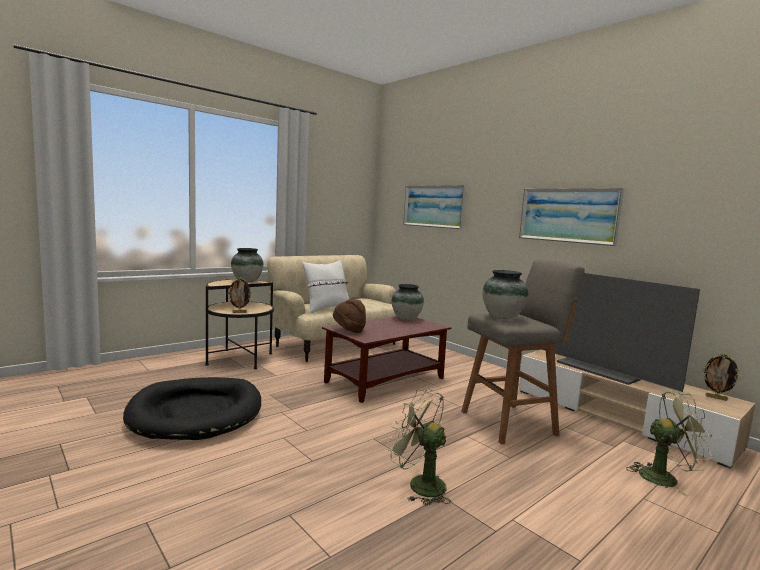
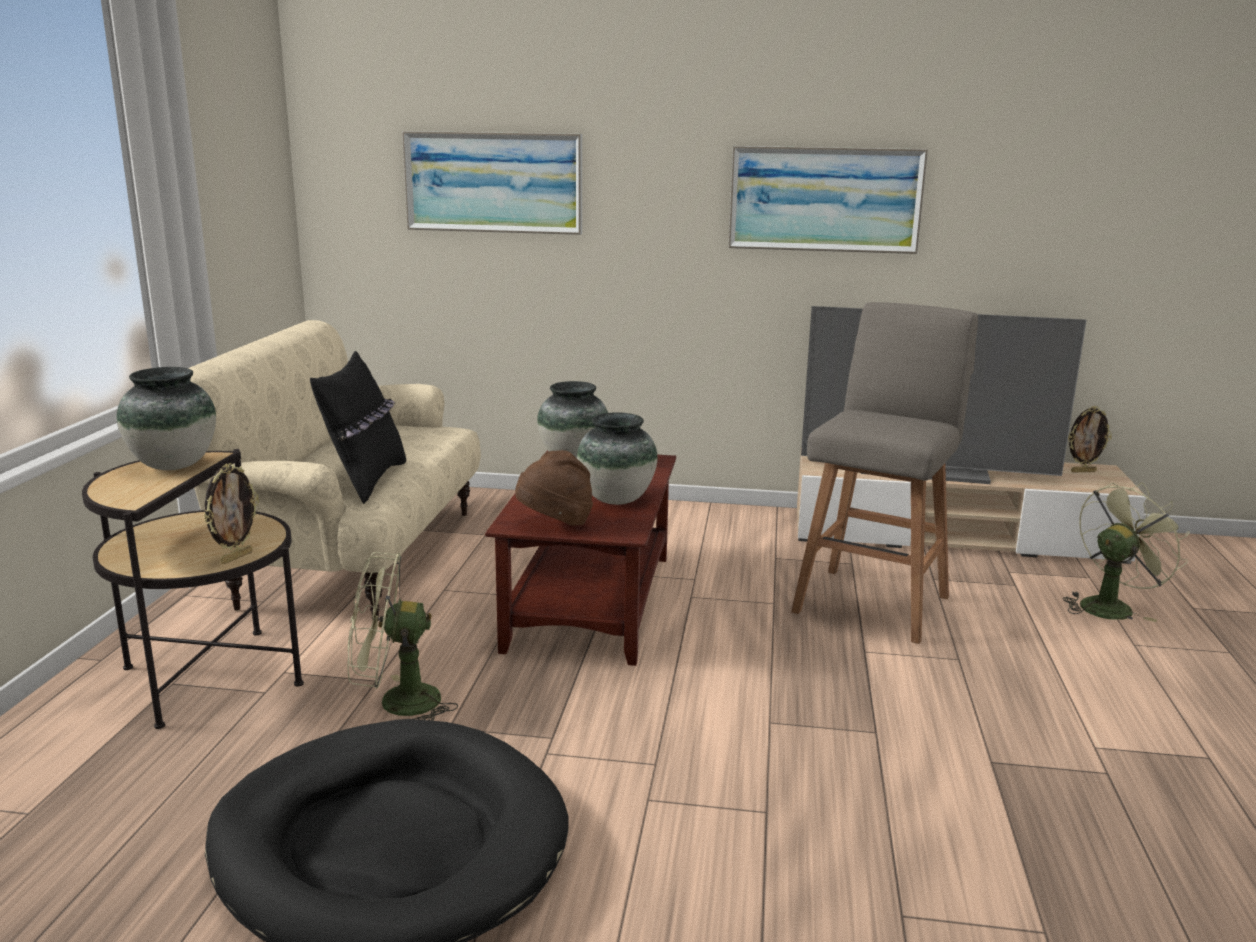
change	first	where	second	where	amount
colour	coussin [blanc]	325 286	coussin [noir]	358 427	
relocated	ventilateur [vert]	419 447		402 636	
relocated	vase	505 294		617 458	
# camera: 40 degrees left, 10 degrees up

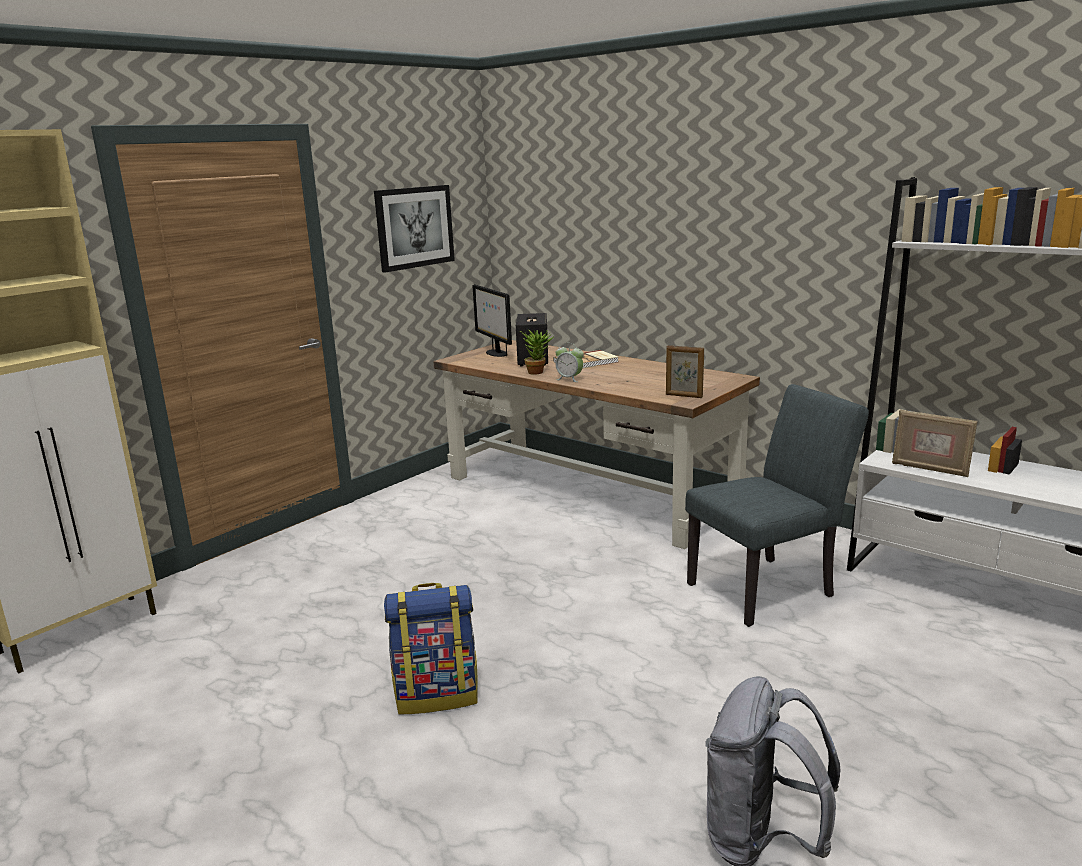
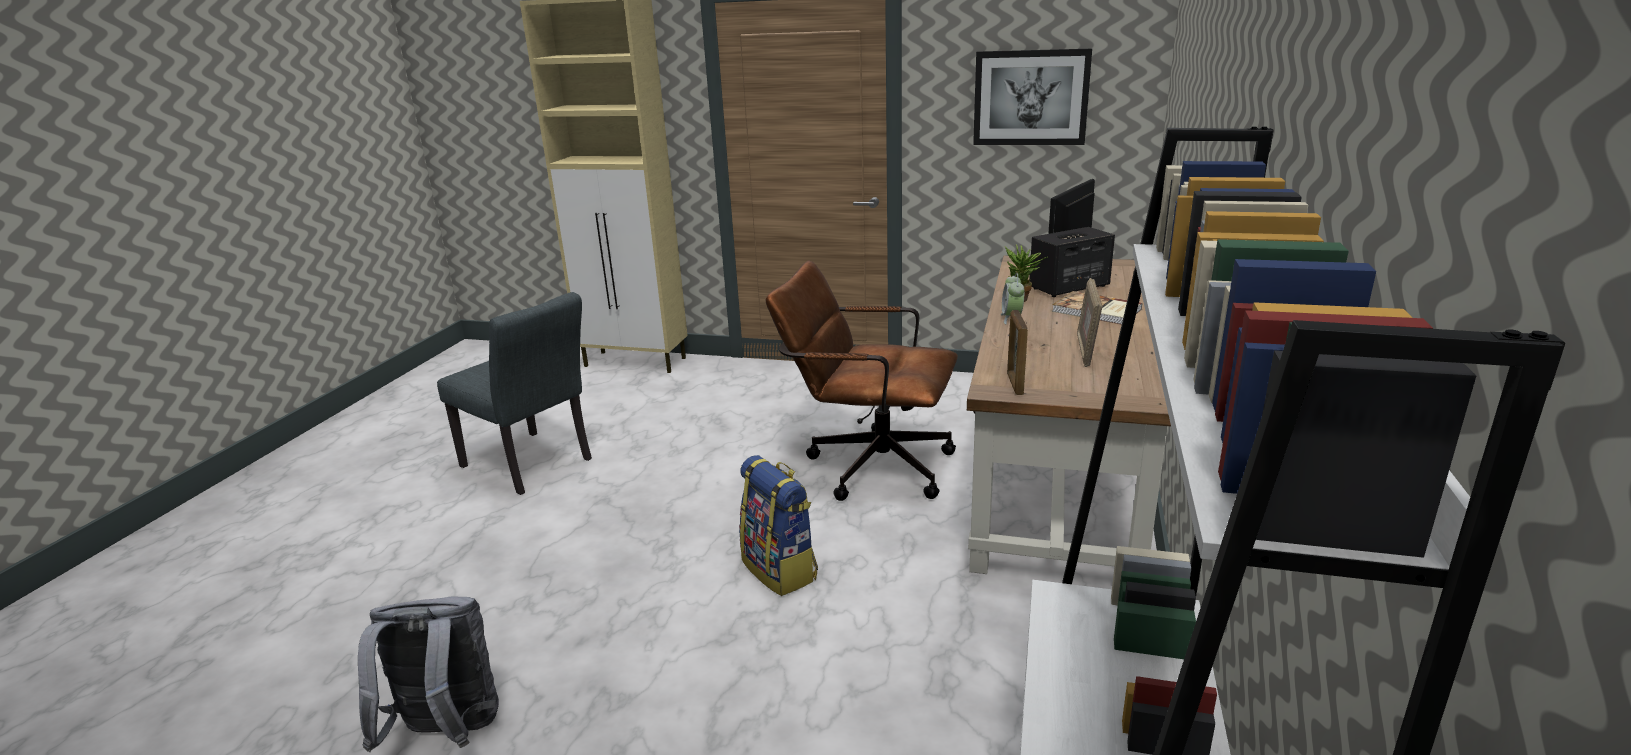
change	first	where	second	where	amount
relocated	sac à dos	431 648		778 525	
relocated	chaise [gris]	777 505		514 393	
relocated	cadre photo	935 443		1090 322	
appeared			chaise de bureau [marron]	862 380	
# camera: 65 degrees right, 5 degrees up

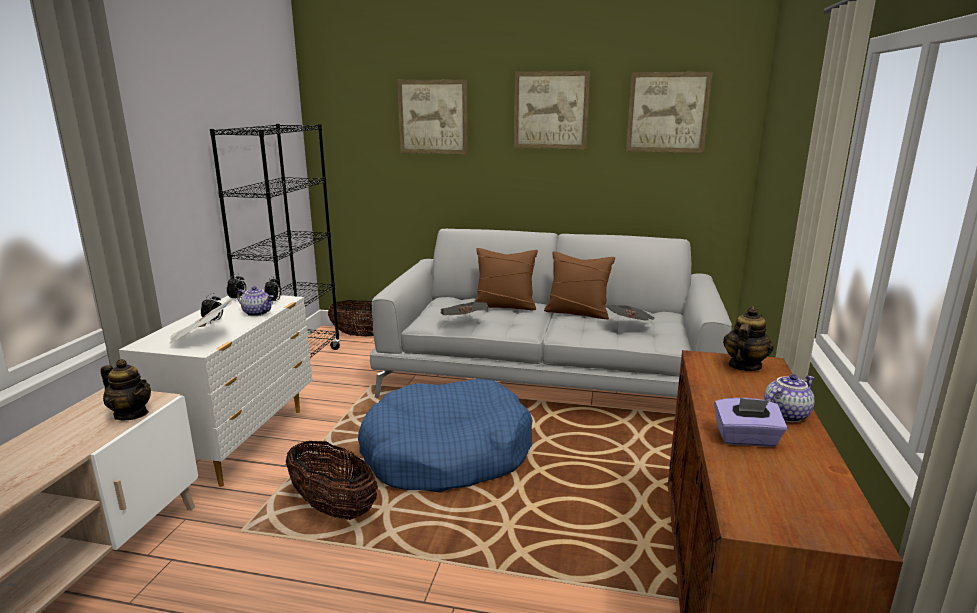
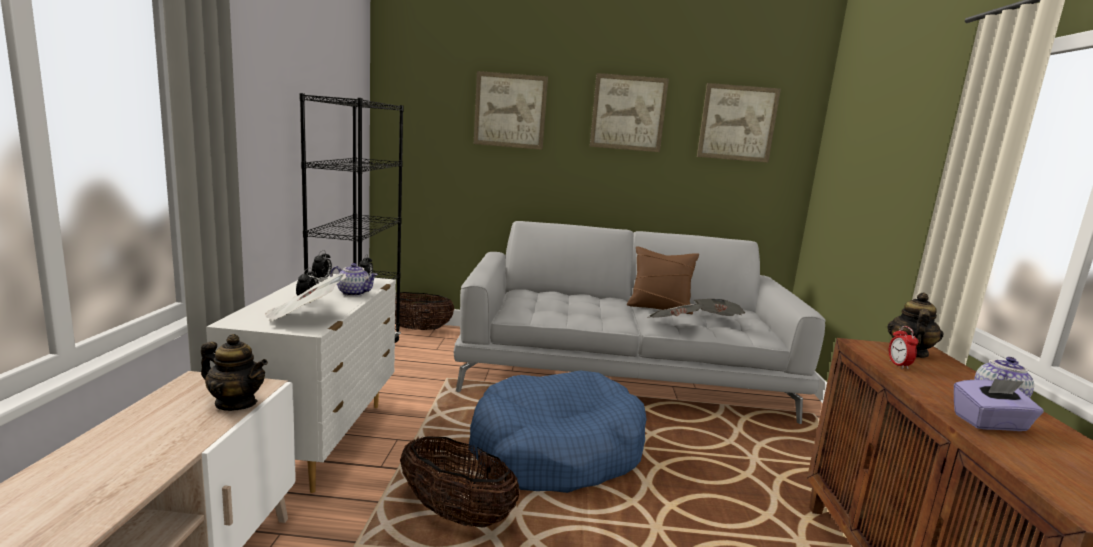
change	first	where	second	where	amount
relocated	journal	465 308		676 311	
missing	coussin [marron]	506 279			
appeared			réveil	903 347	
# camera: 10 degrees left, 5 degrees down

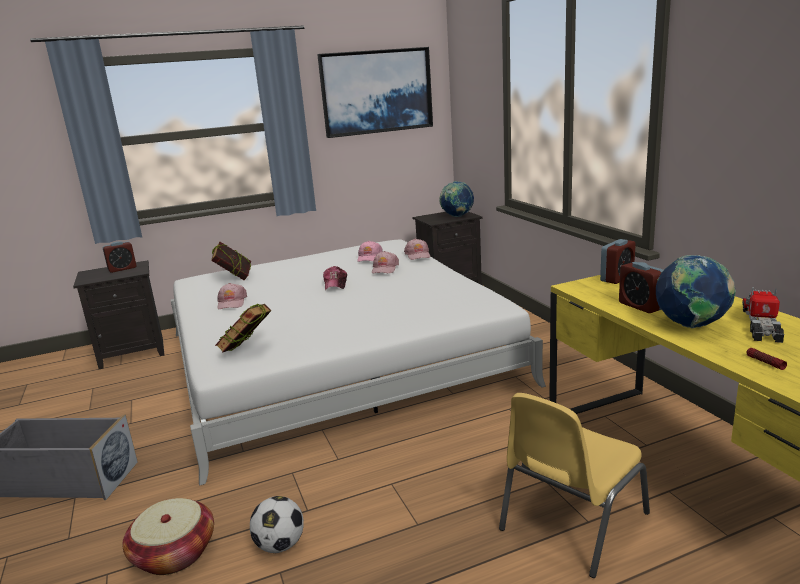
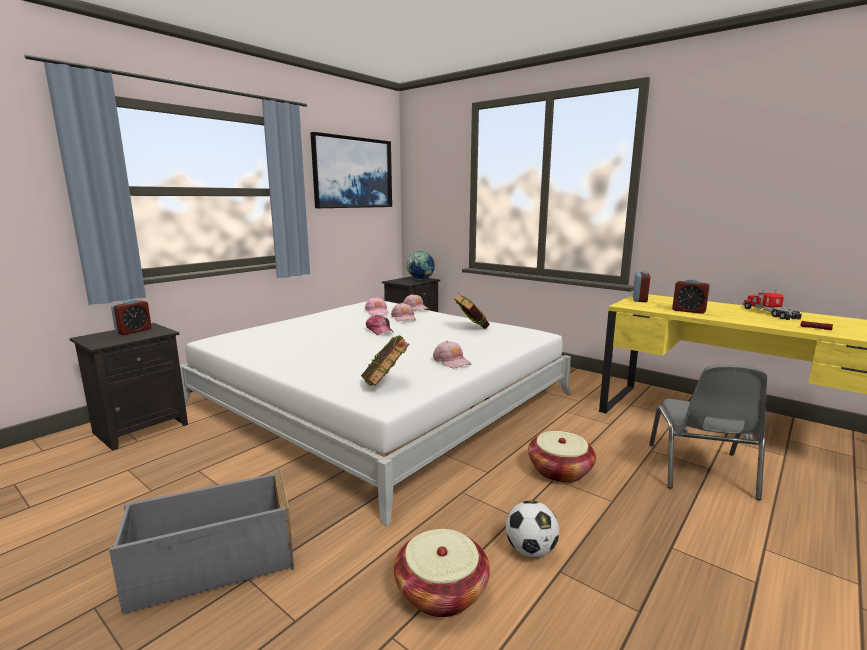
change	first	where	second	where	amount
relocated	livre	231 260		472 311	
relocated	casquette [rose]	232 296		452 354	
colour	chaise [jaune]	574 485	chaise [gris]	708 432	
missing	globe	696 292			
appeared			panier	562 457	
# camera: 30 degrees left, 5 degrees down

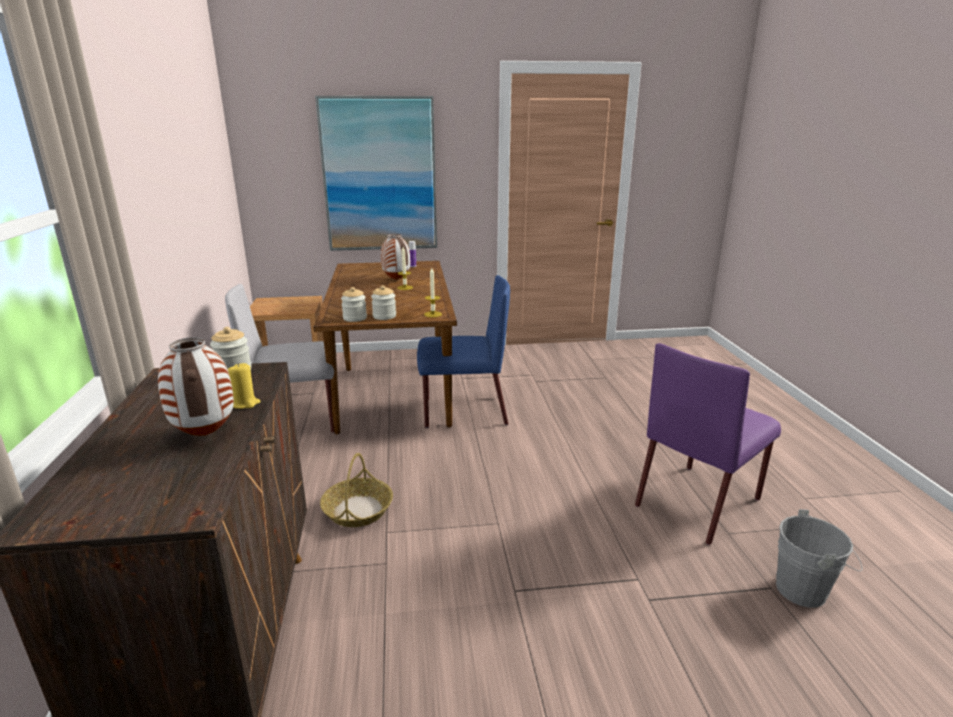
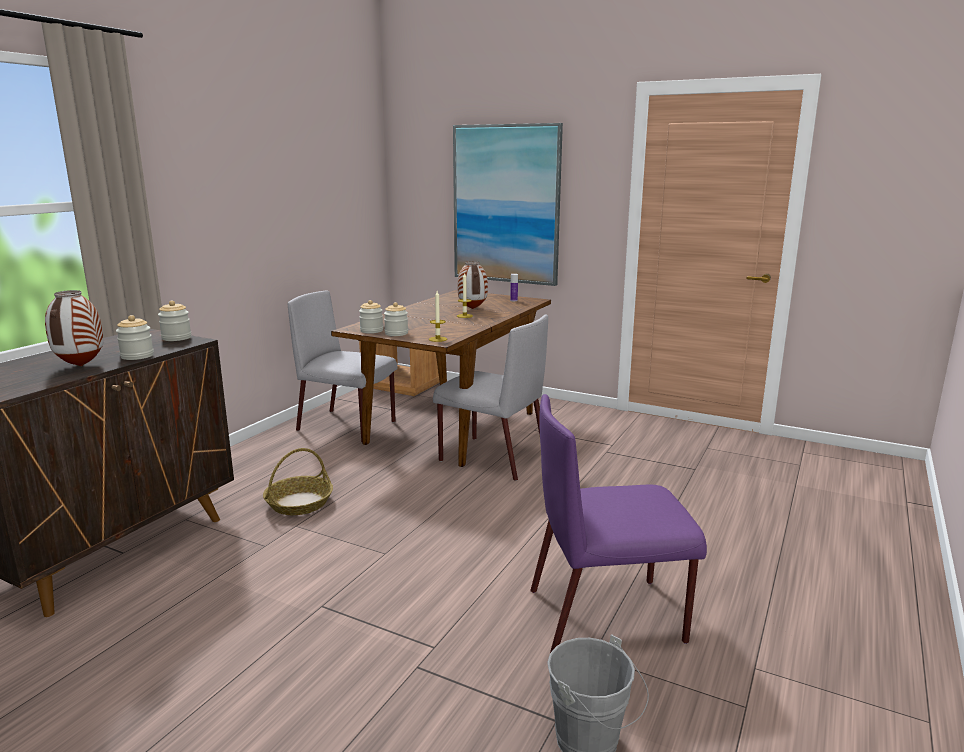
change	first	where	second	where	amount
exchanged	bougie [jaune]	244 386	bocal	135 337	
colour	chaise [bleu]	463 351	chaise [gris]	490 398	
# camera: 35 degrees right, 5 degrees down

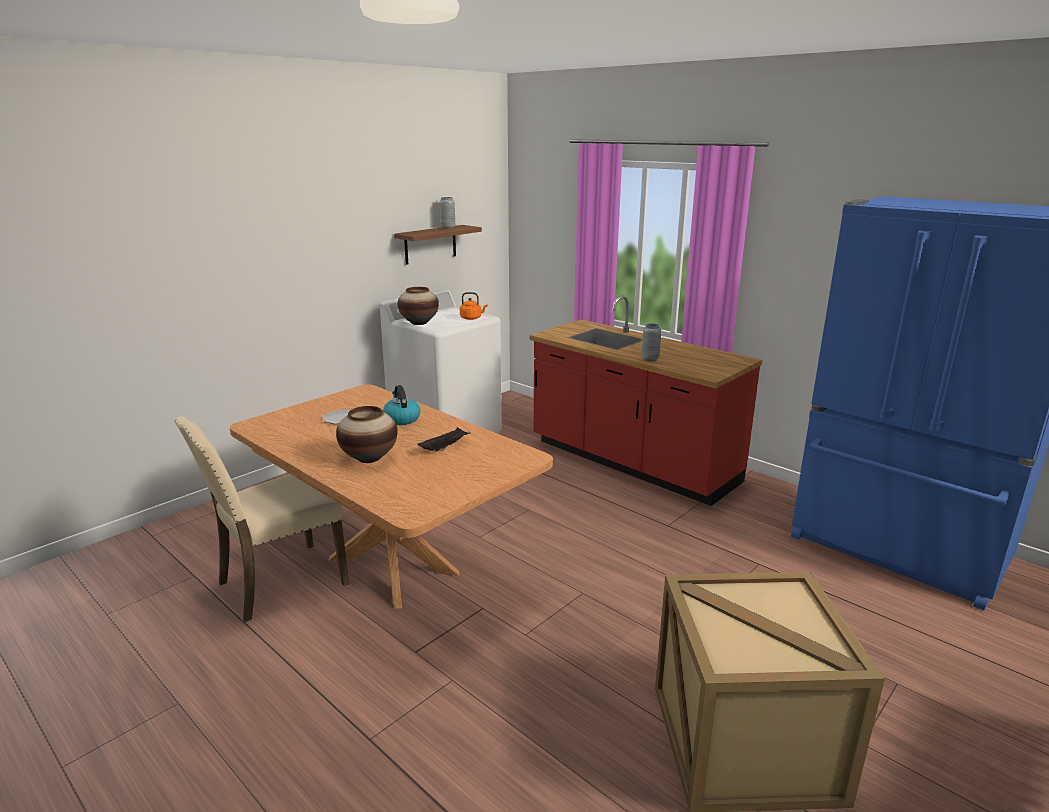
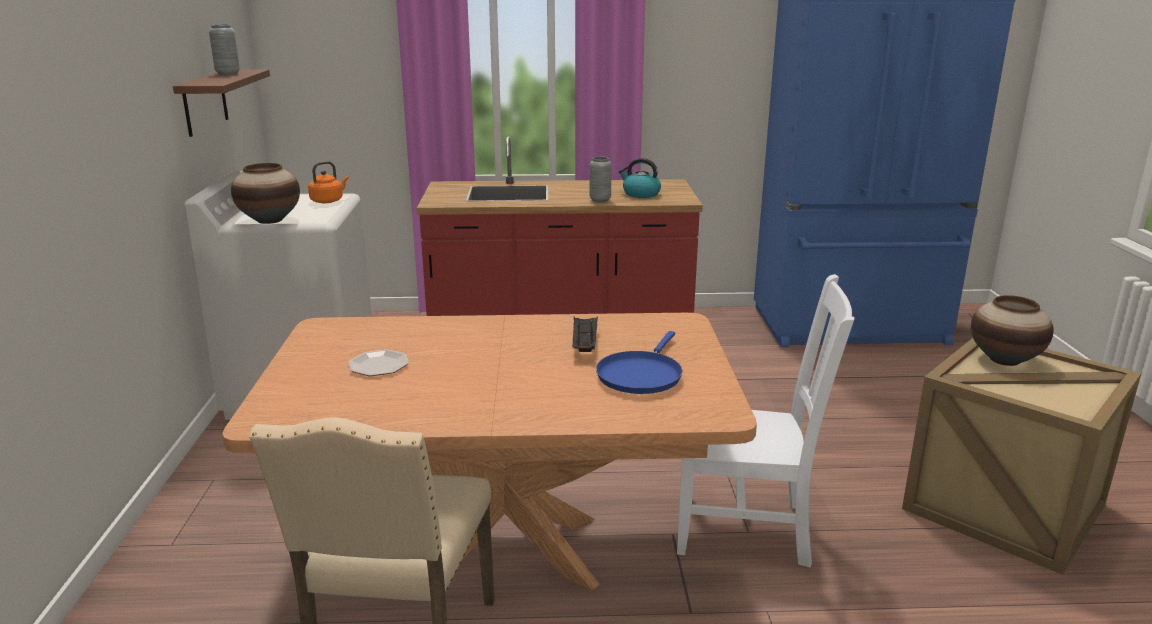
change	first	where	second	where	amount
relocated	vase	367 434		1012 330	
relocated	bouilloire	402 405		640 178	
appeared			poêle [bleu]	639 362	
appeared			chaise [blanc]	766 420	
# camera: 45 degrees left, 0 degrees up

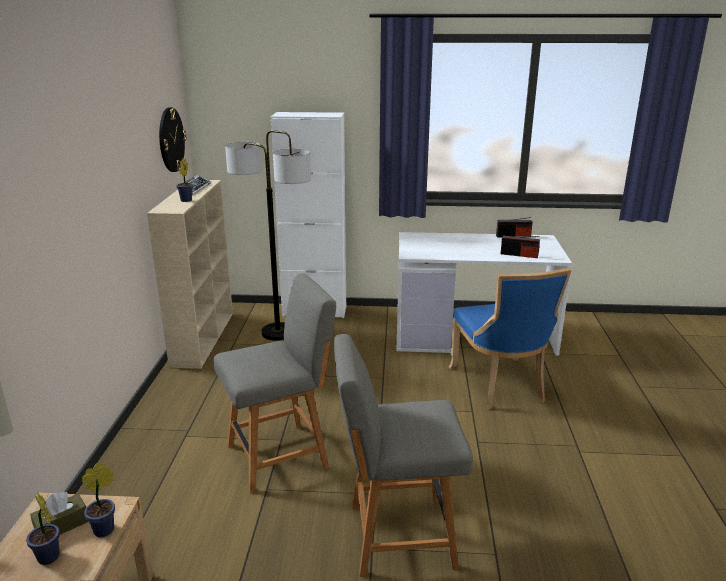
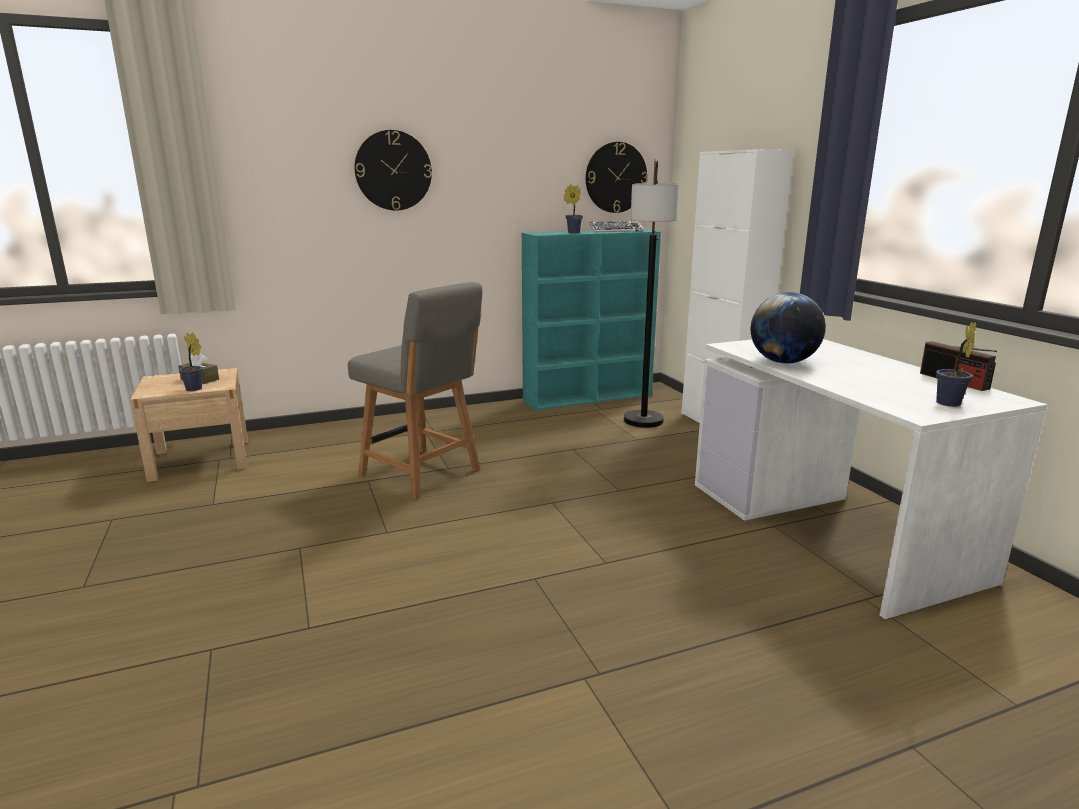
change	first	where	second	where	amount
relocated	plante en pot	43 528		956 364	
colour	bibliothèque [beige]	190 274	bibliothèque [turquoise]	591 319	
missing	chaise [gris]	403 455			
missing	chaise [bleu]	510 339			
missing	radio	520 247			
appeared			horloge murale	393 170	
appeared			globe	788 328	
# camera: 65 degrees right, 5 degrees down

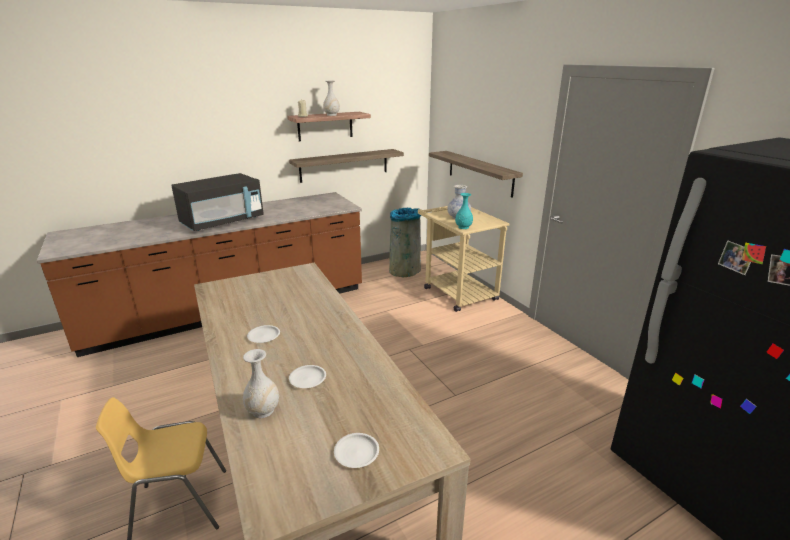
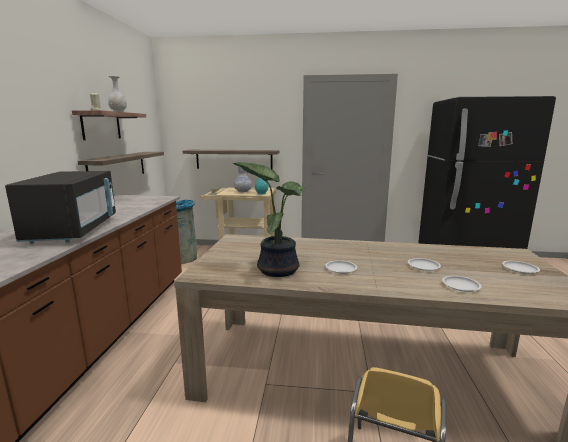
change	first	where	second	where	amount
exchanged	vase [blanc]	261 383	assiette [blanc]	462 284	
appeared			plante en pot	269 219	
# camera: 55 degrees left, 10 degrees down

